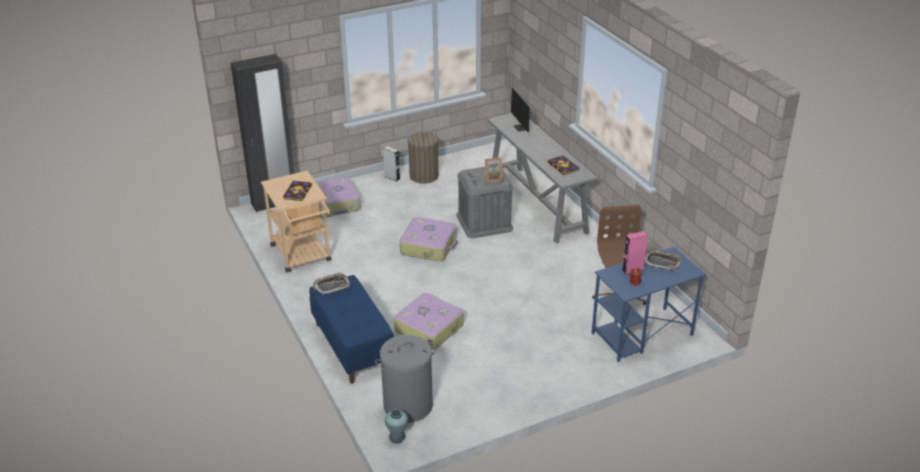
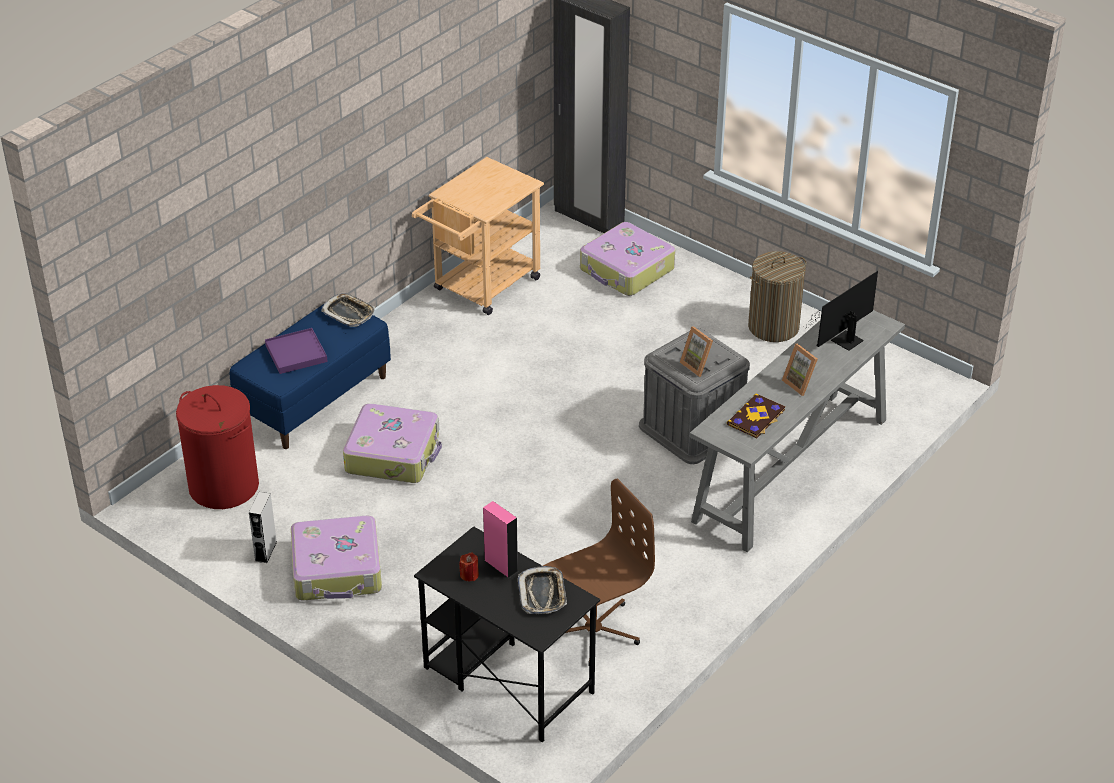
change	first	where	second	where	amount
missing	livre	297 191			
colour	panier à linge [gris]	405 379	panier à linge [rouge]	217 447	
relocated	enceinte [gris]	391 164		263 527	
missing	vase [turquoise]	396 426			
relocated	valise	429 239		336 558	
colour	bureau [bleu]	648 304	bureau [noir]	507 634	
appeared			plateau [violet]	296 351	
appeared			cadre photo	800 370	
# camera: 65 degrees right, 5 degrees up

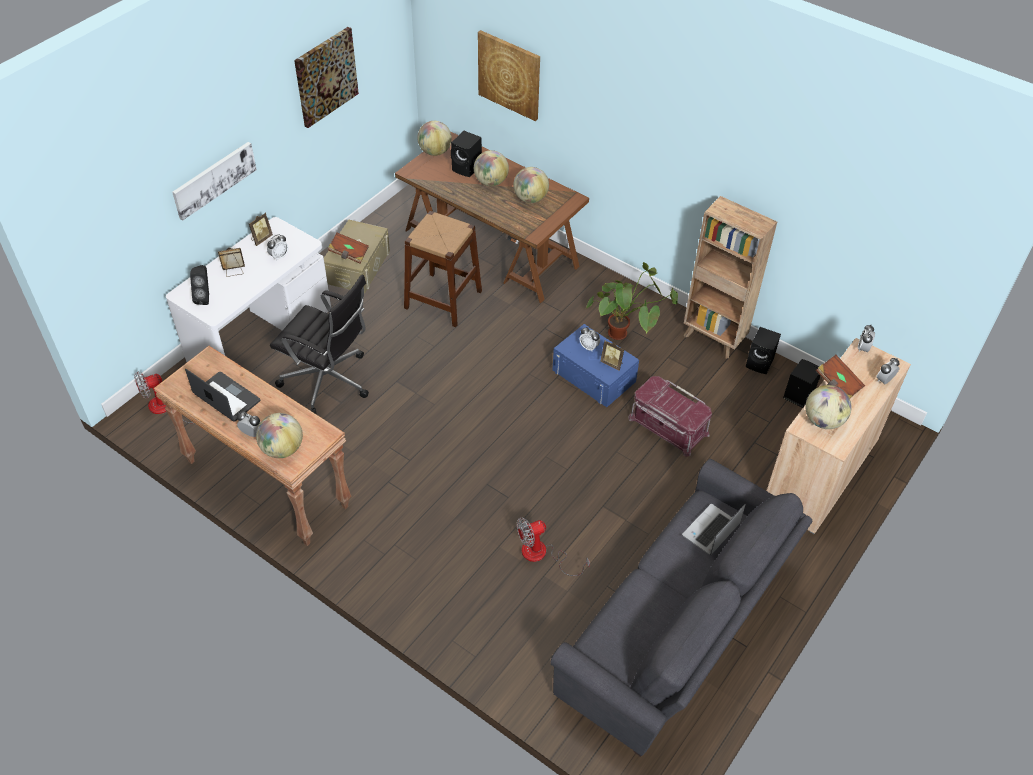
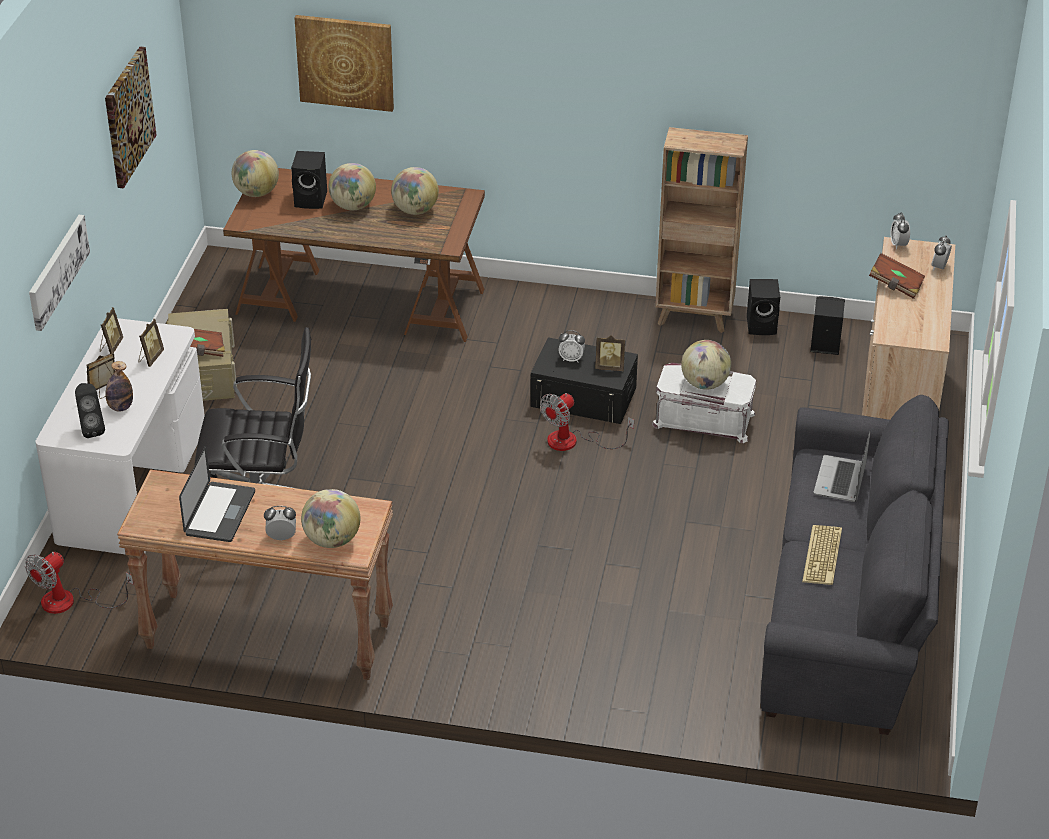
change	first	where	second	where	amount
spun	ordinateur portable	222 395		217 494	90 degrees clockwise
exchanged	réveil	277 247	cadre photo	151 343	
missing	tabouret [marron]	443 269			
relocated	ventilateur	553 546		587 422	
colour	boîte de rangement [bleu]	595 365	boîte de rangement [noir]	584 380	
missing	plante en pot	632 301			
colour	boîte de rangement [rouge]	670 416	boîte de rangement [blanc]	704 402	
relocated	globe	828 407		706 365	
appeared			bouteille	119 386	
appeared			clavier	822 555	
# camera: 25 degrees left, 10 degrees down

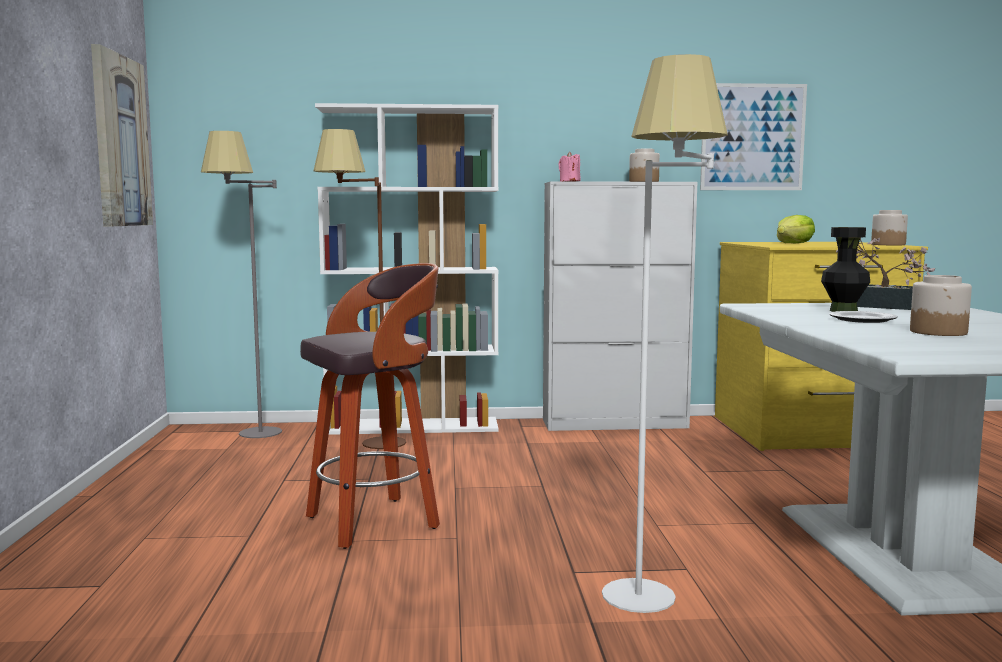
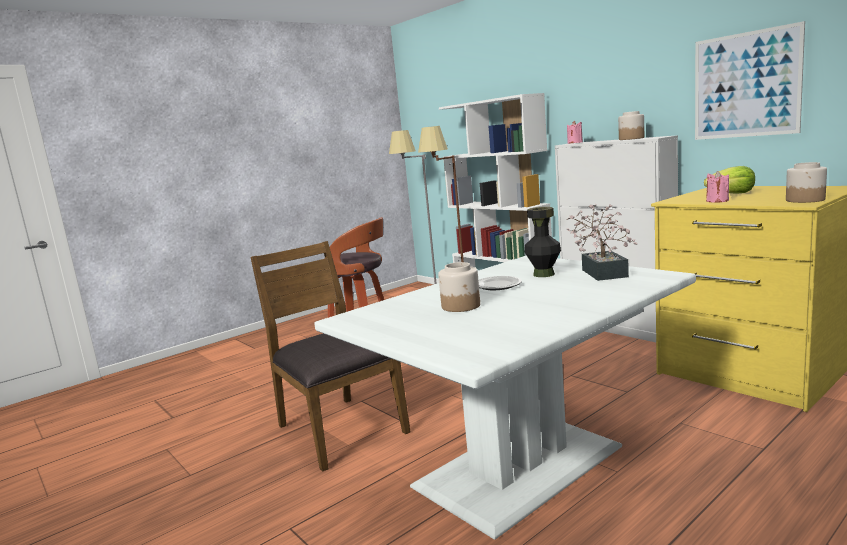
change	first	where	second	where	amount
missing	tableau	122 135			
exchanged	lampadaire [blanc]	665 333	chaise [marron]	330 356	
appeared			bougie [rose]	717 187	
# camera: 55 degrees right, 5 degrees up

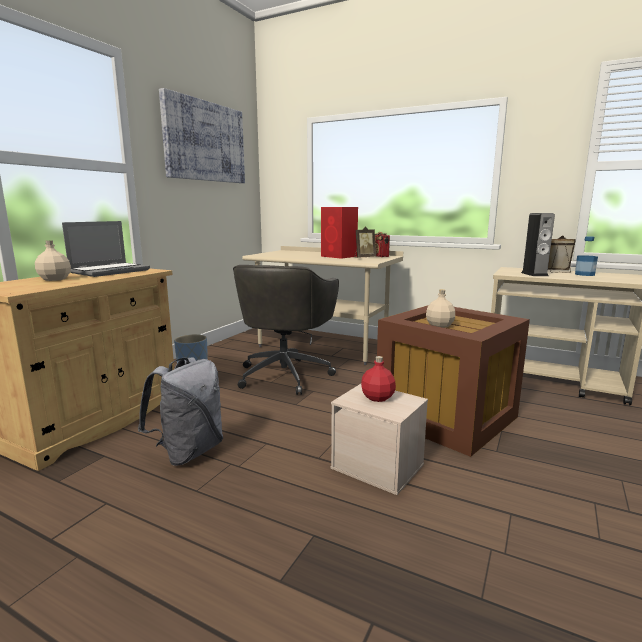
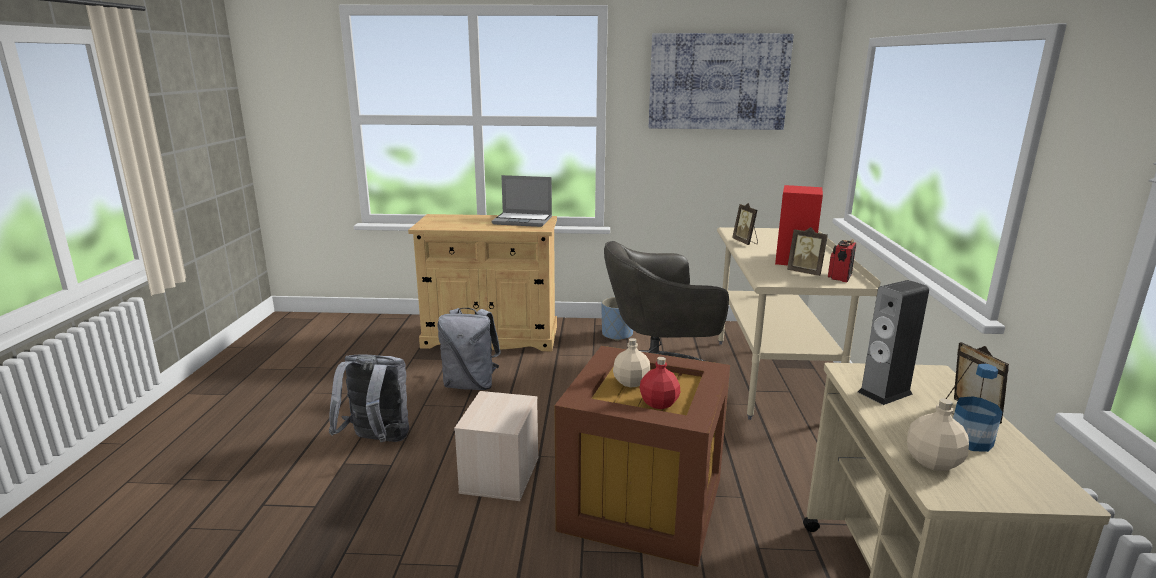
change	first	where	second	where	amount
relocated	bouteille [beige]	53 260		938 434	
relocated	bouteille [rouge]	378 379		660 383	
appeared			sac à dos [gris]	369 398	
appeared			cadre photo	745 224	
# camera: 65 degrees right, 5 degrees up

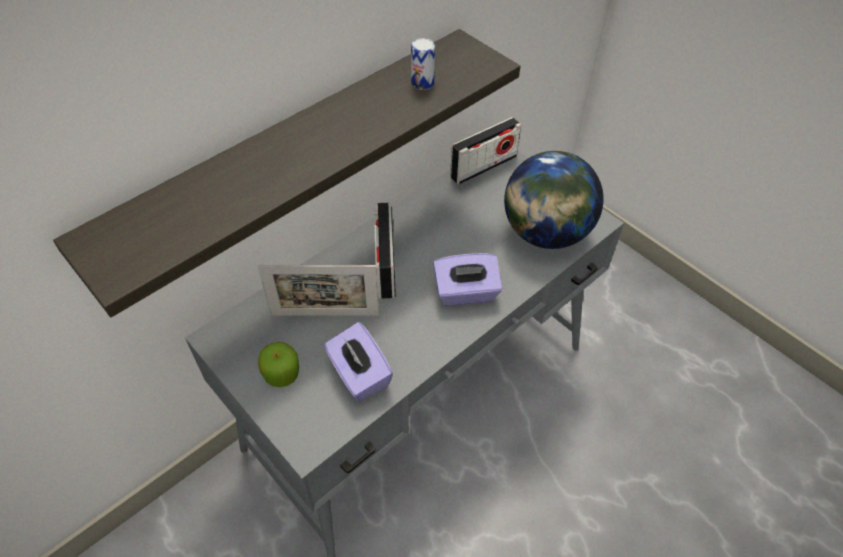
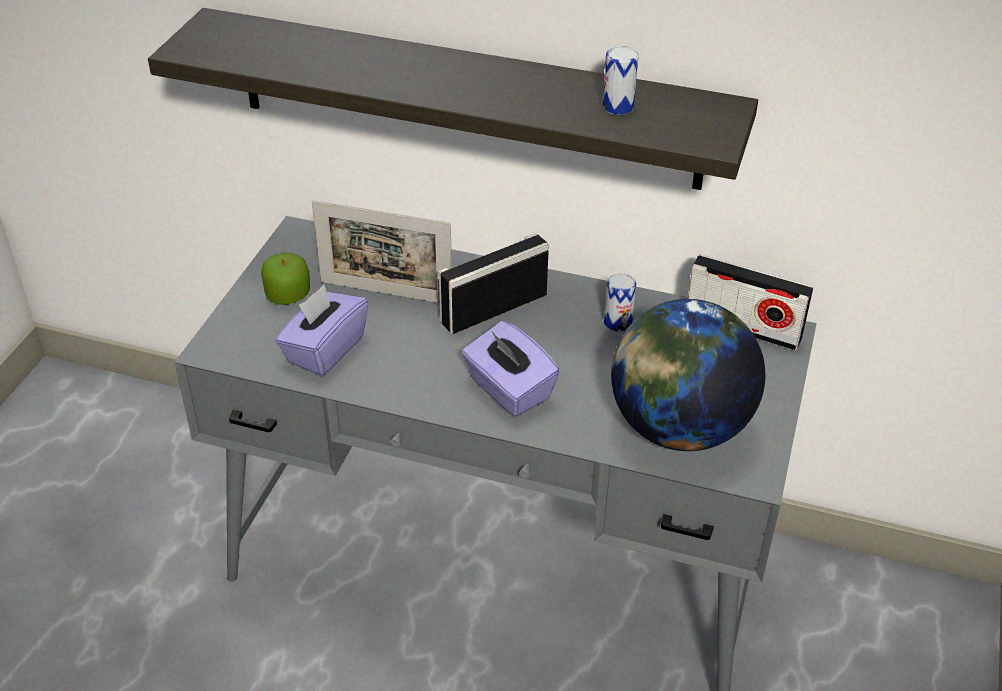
change	first	where	second	where	amount
spun	cadre photo	318 290		382 251	45 degrees counterclockwise
appeared			boîte métallique	620 302	
# camera: 60 degrees right, 10 degrees down

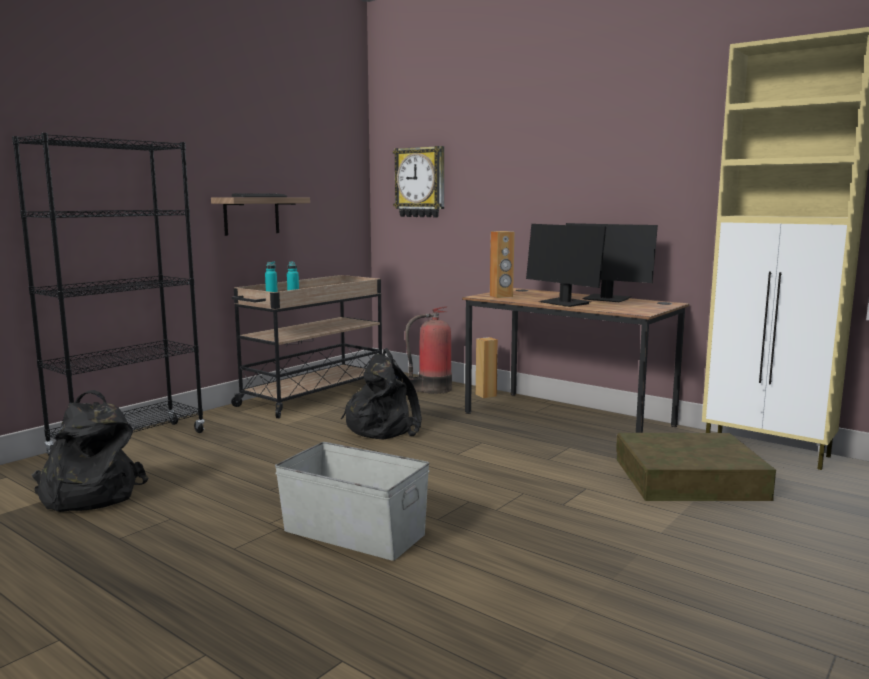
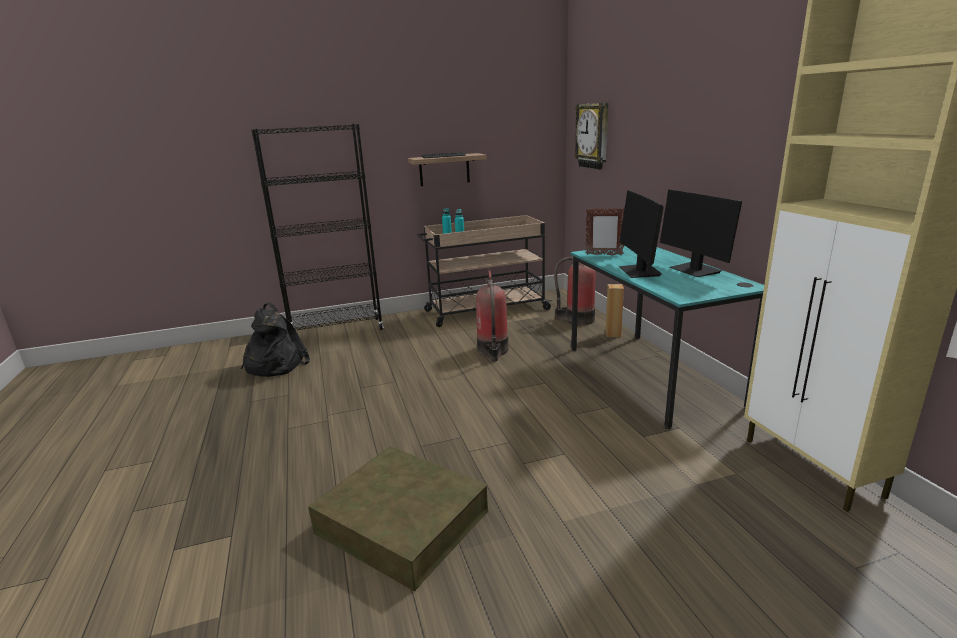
change	first	where	second	where	amount
missing	boîte de rangement [gris]	352 501			
exchanged	sac à dos [noir]	381 394	extincteur	492 316	
colour	bureau [marron]	575 360	bureau [turquoise]	667 337	
exchanged	enceinte [marron]	502 264	cadre photo	605 231	
relocated	boîte de rangement [marron]	696 467		398 518	
# camera: 35 degrees right, 10 degrees up

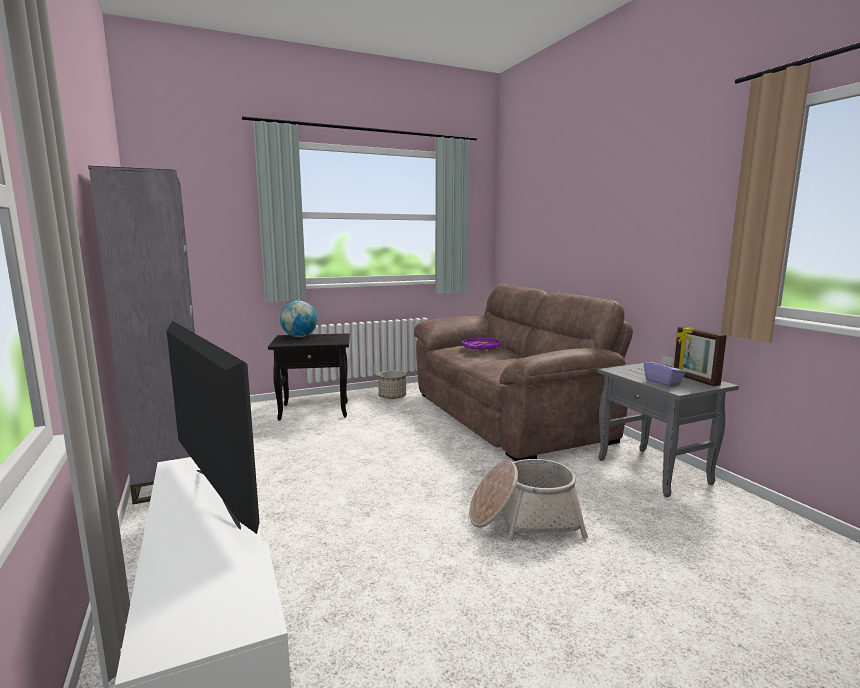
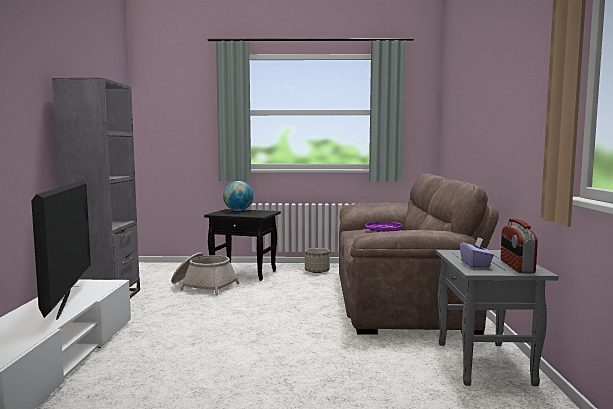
change	first	where	second	where	amount
relocated	panier	528 500		205 273	
exchanged	cadre photo	700 356	radio	519 246	
# camera: 25 degrees right, 5 degrees down

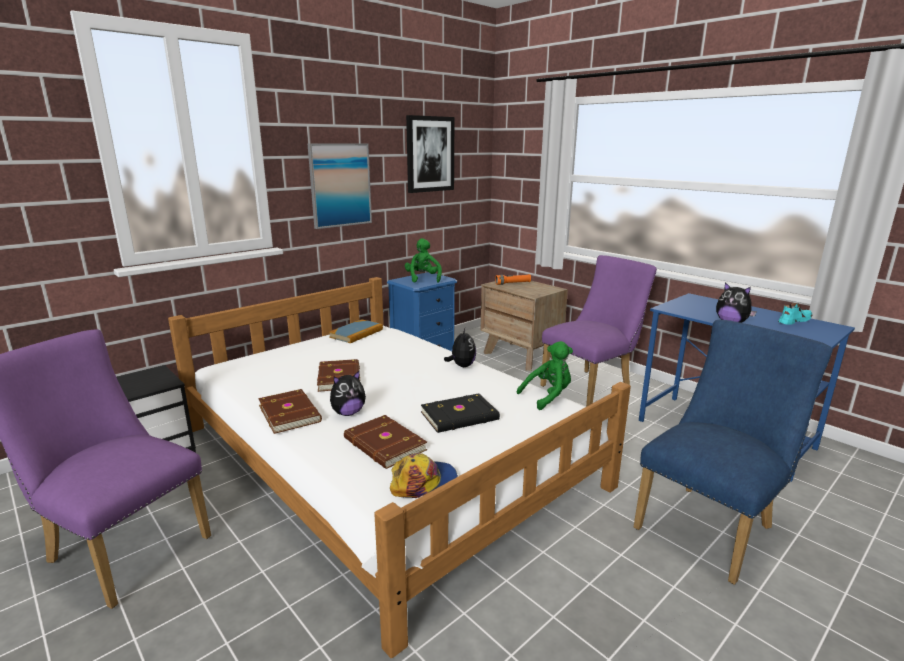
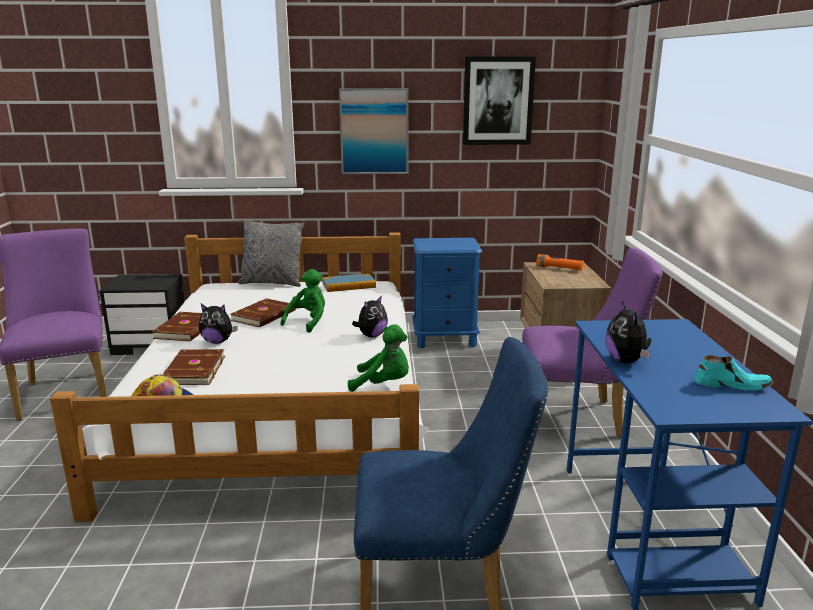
change	first	where	second	where	amount
relocated	peluche [vert]	423 260		302 301	
missing	livre [noir]	460 413			
appeared			coussin [gris]	271 253	
# camera: 40 degrees right, 0 degrees up

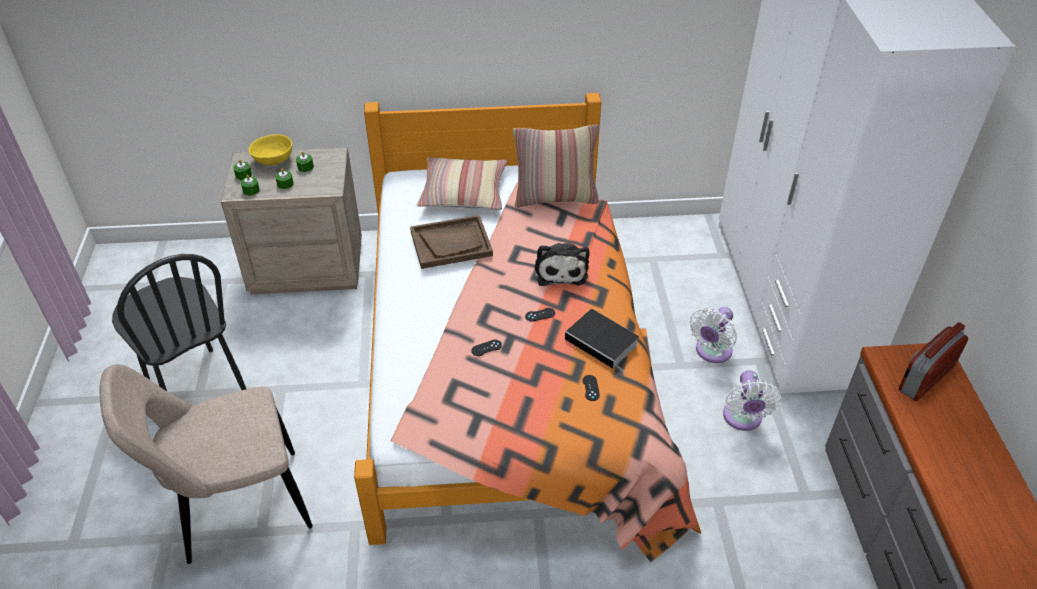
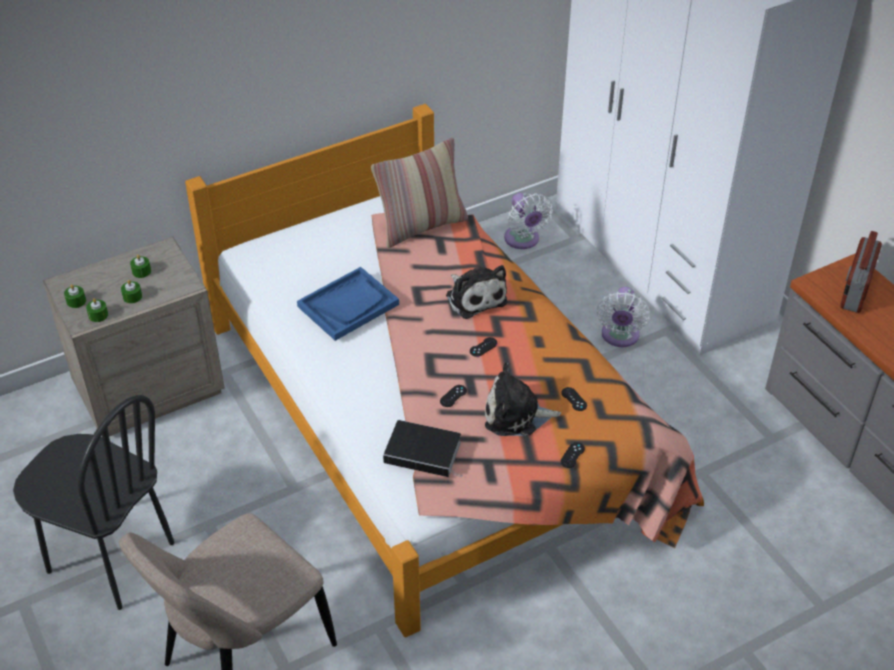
change	first	where	second	where	amount
missing	bol [jaune]	270 149			
colour	plateau [marron]	451 242	plateau [bleu]	348 304	
missing	coussin	462 183			
relocated	livre	602 341		422 448	
relocated	ventilateur [blanc]	752 400		528 221	
appeared			peluche	523 399	
appeared			manette [noir]	573 455	
# camera: 25 degrees left, 0 degrees up

